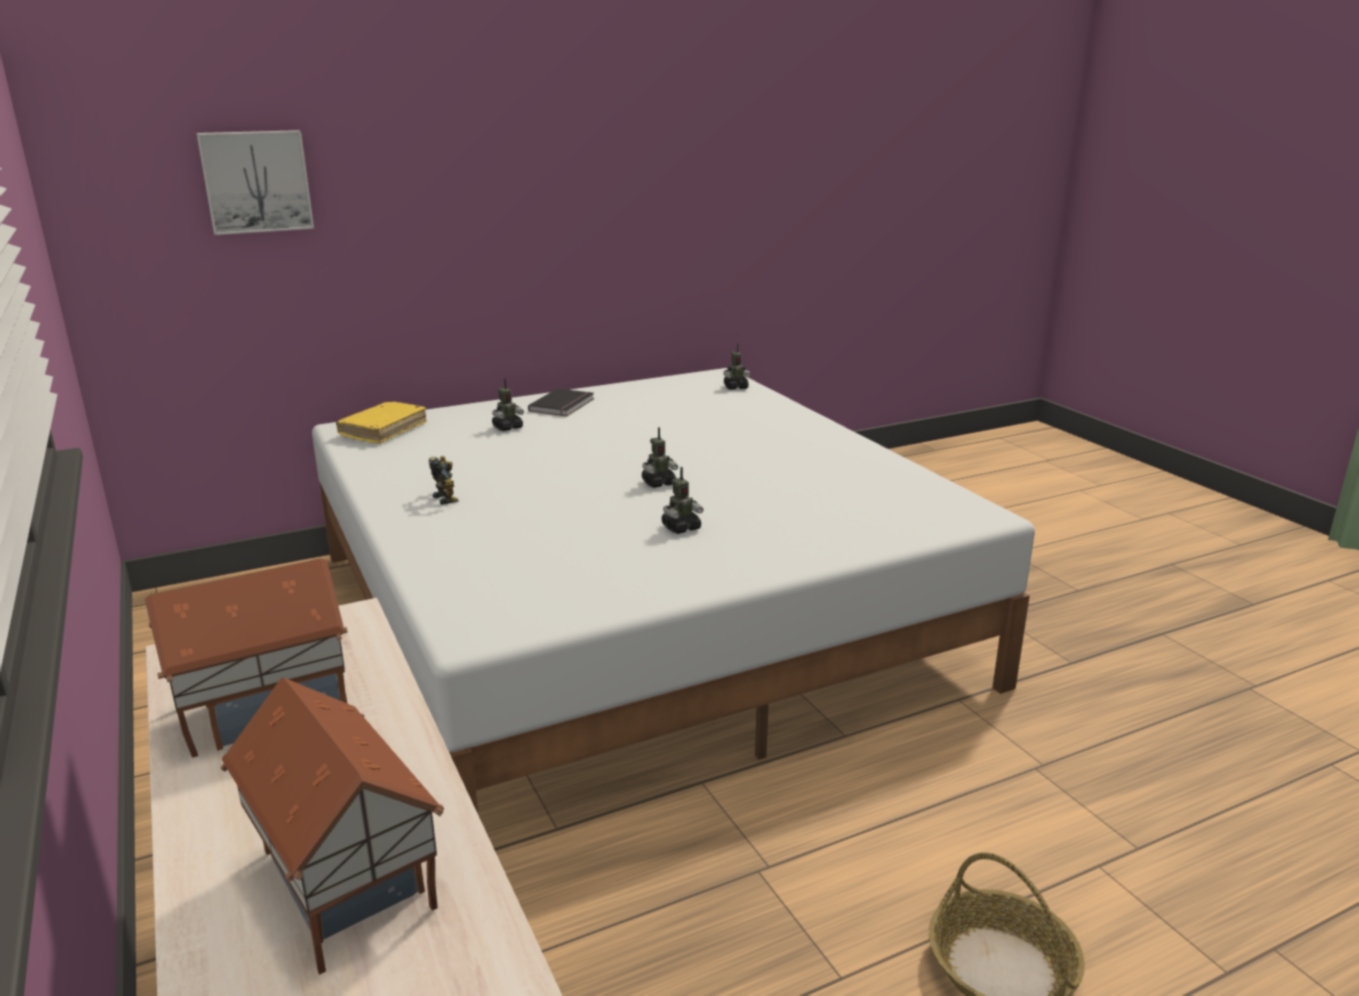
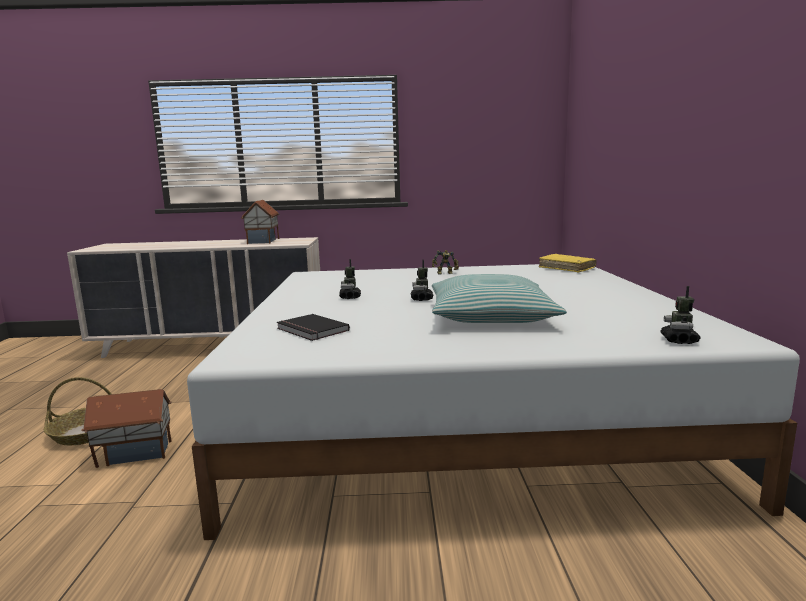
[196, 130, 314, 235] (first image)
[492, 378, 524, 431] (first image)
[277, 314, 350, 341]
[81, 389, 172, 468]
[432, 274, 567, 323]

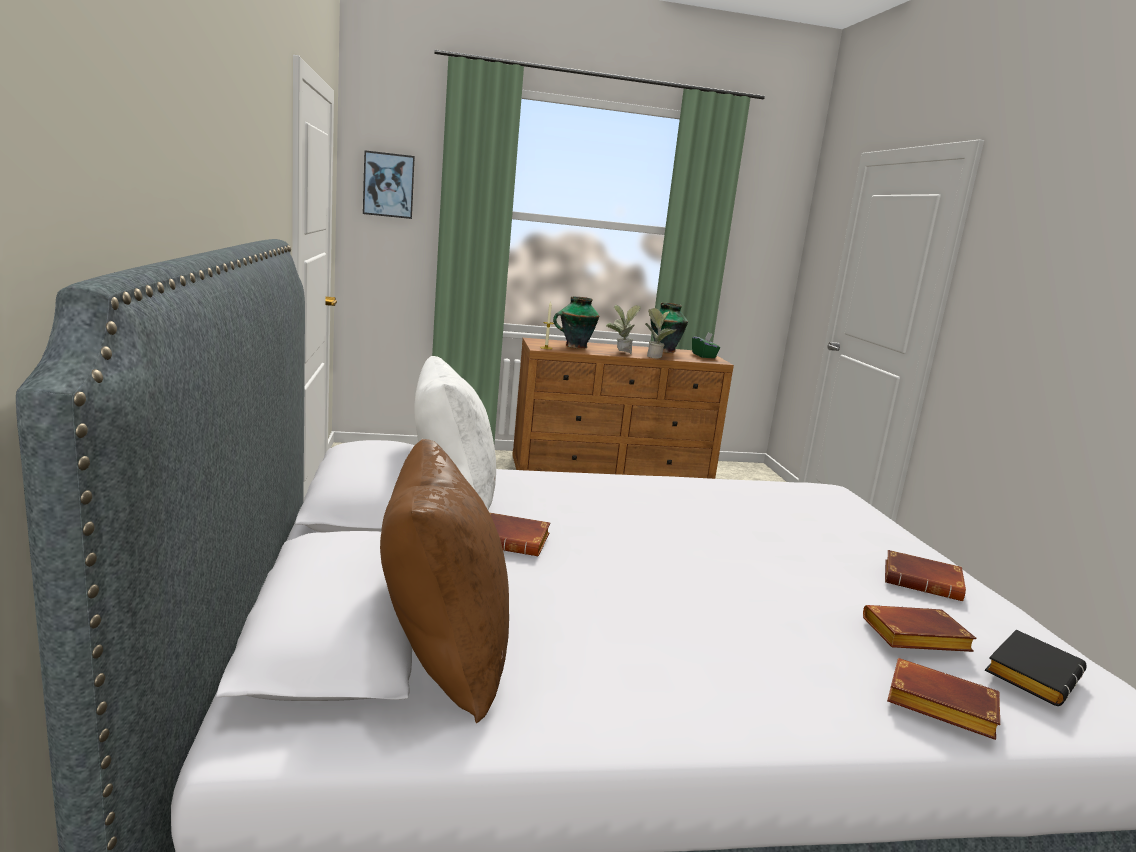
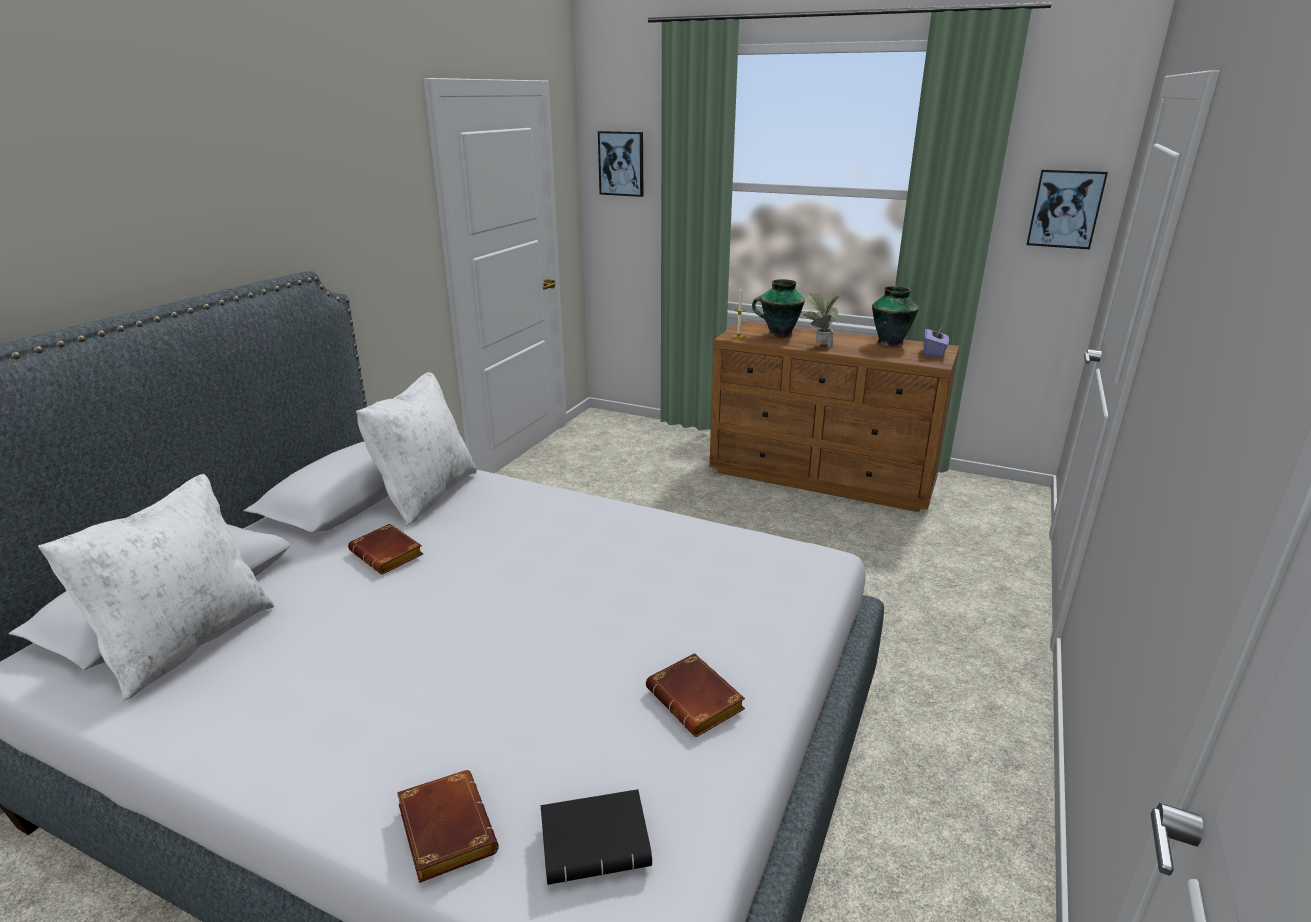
[645, 308, 676, 359] (first image)
[923, 327, 949, 358]
[38, 474, 274, 701]
[863, 605, 977, 652] (first image)
[1026, 169, 1108, 249]

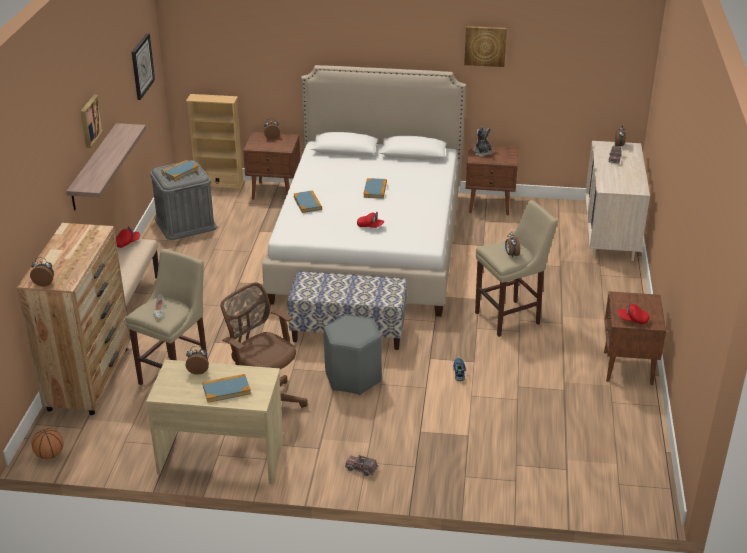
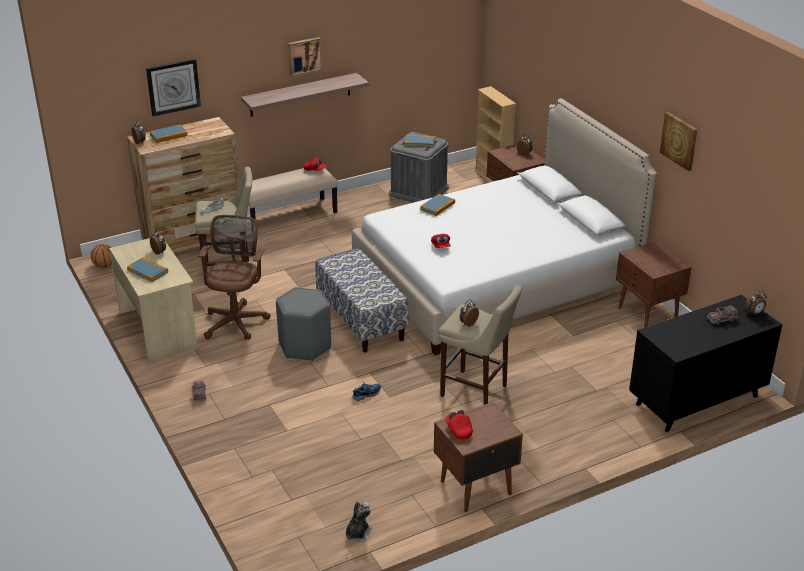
[146, 59, 201, 116]
[345, 501, 372, 542]
[629, 295, 782, 432]
[149, 125, 188, 143]

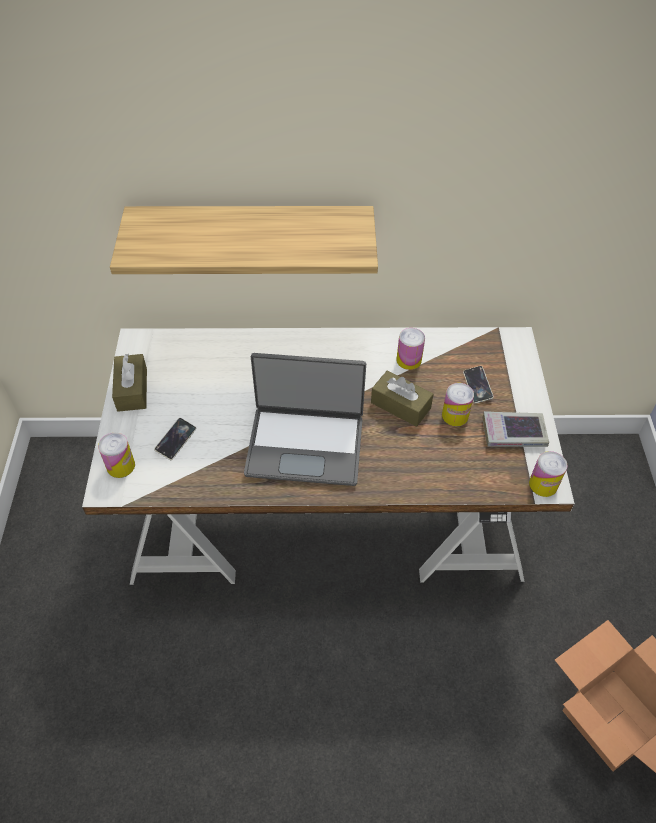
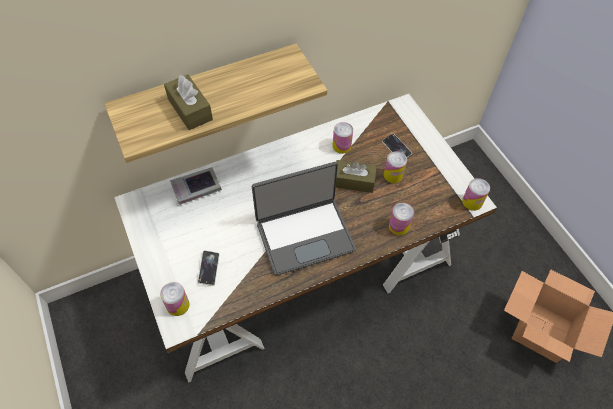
[164, 74, 213, 130]
[170, 167, 222, 205]
[389, 203, 414, 236]

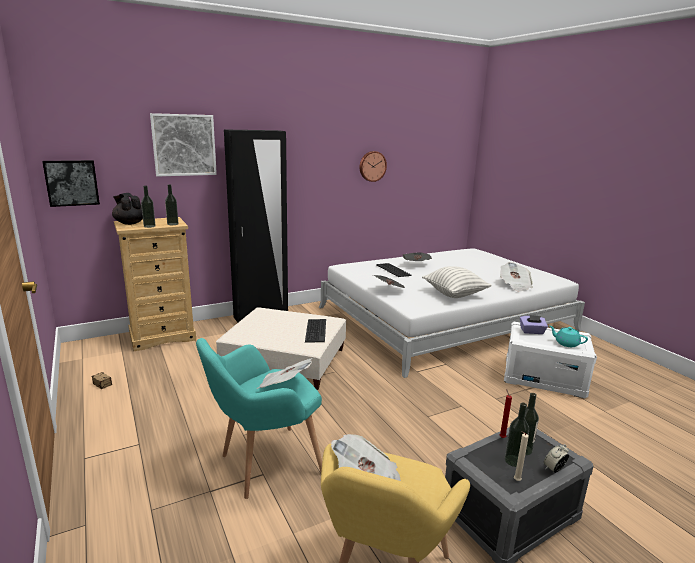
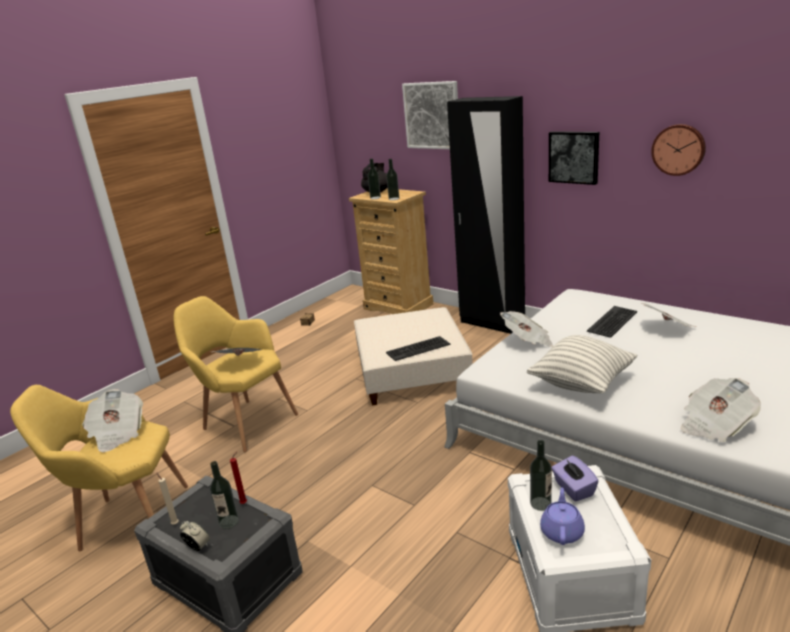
[549, 131, 599, 185]
[540, 488, 585, 545]
[174, 296, 298, 452]
[530, 440, 552, 511]

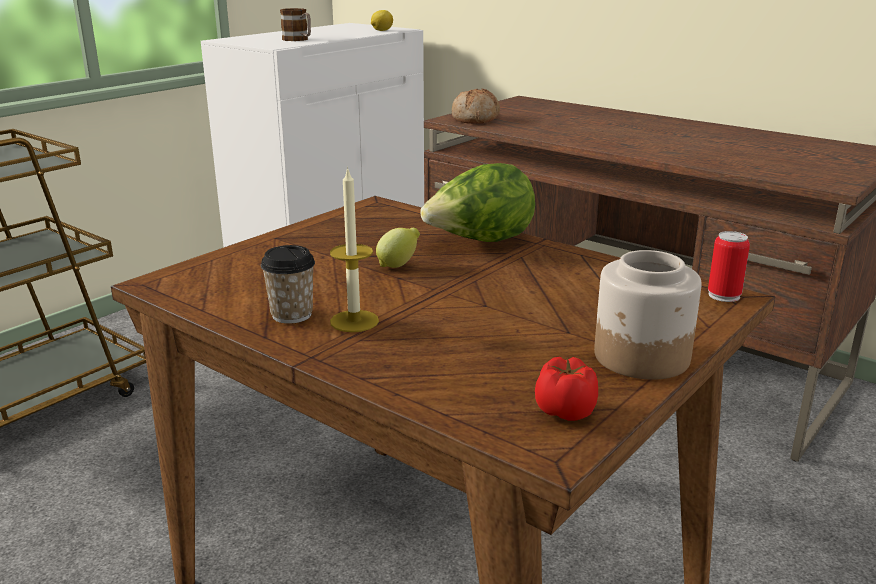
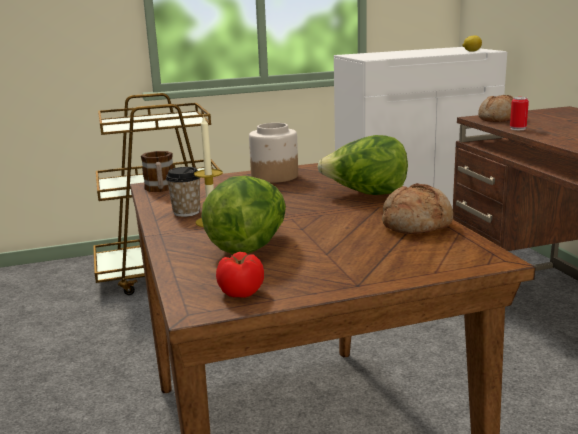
[141, 151, 174, 192]
[376, 228, 420, 268] (first image)
[510, 97, 529, 130]
[249, 123, 298, 183]
[201, 176, 286, 254]
[382, 183, 453, 234]

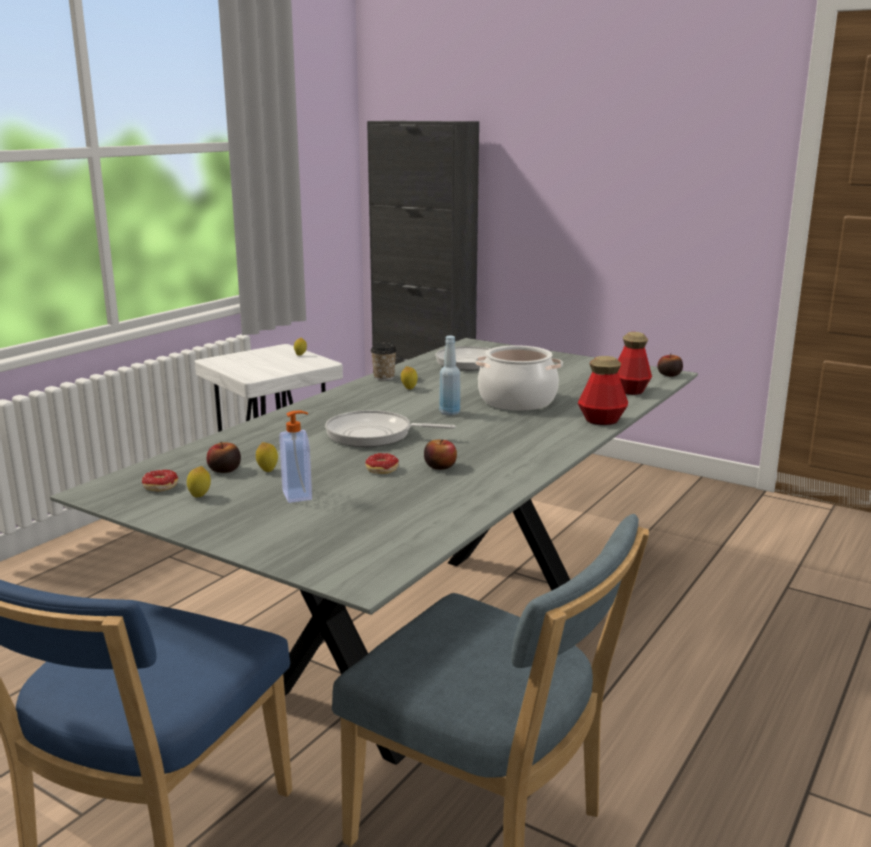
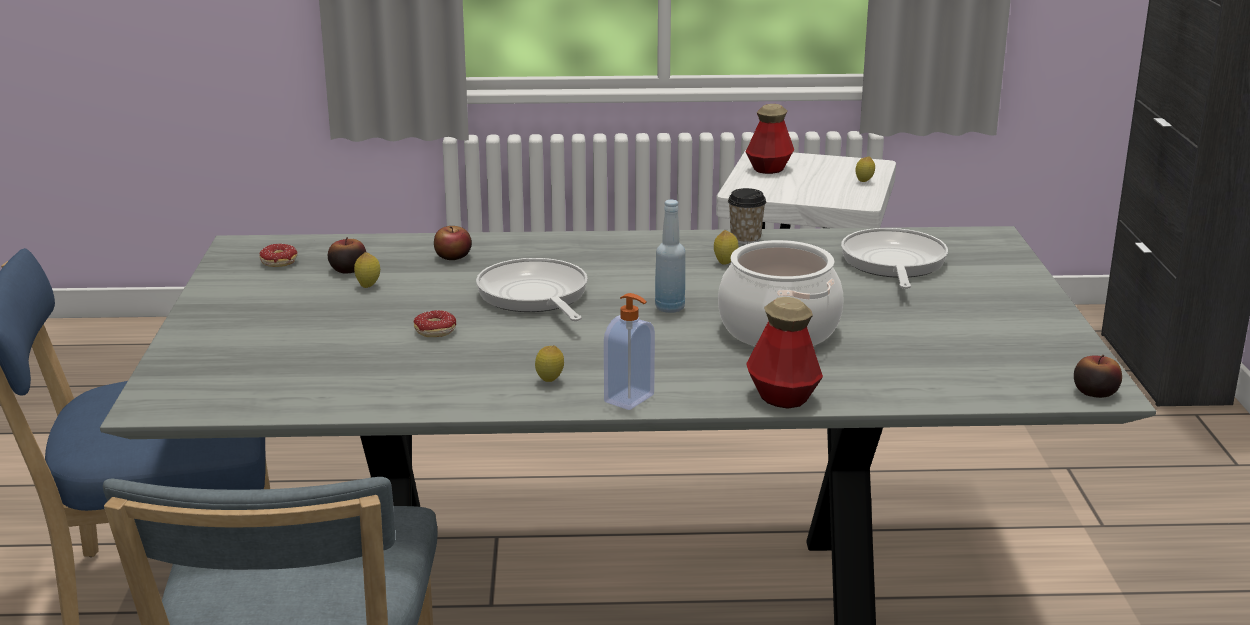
[746, 104, 794, 174]
[604, 293, 655, 410]
[434, 226, 472, 260]
[535, 345, 564, 382]

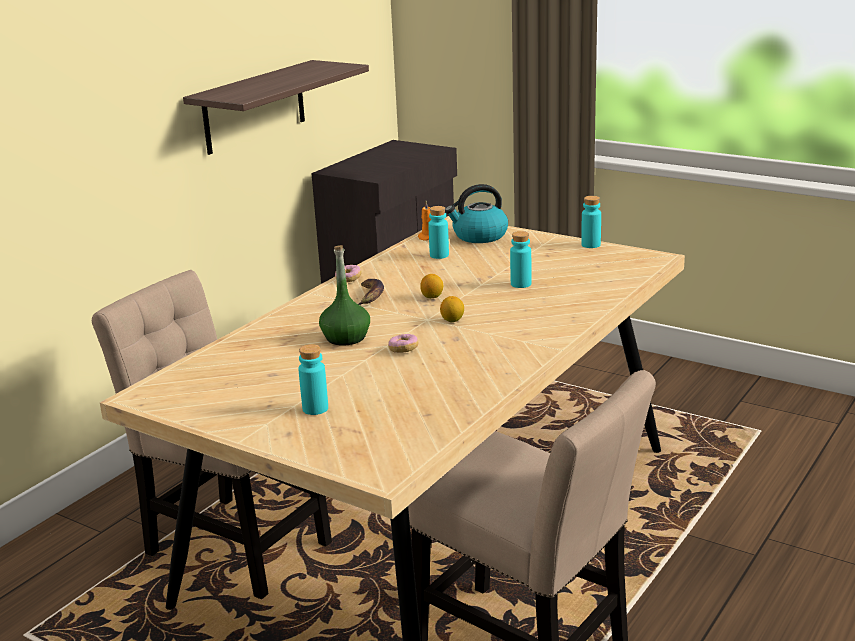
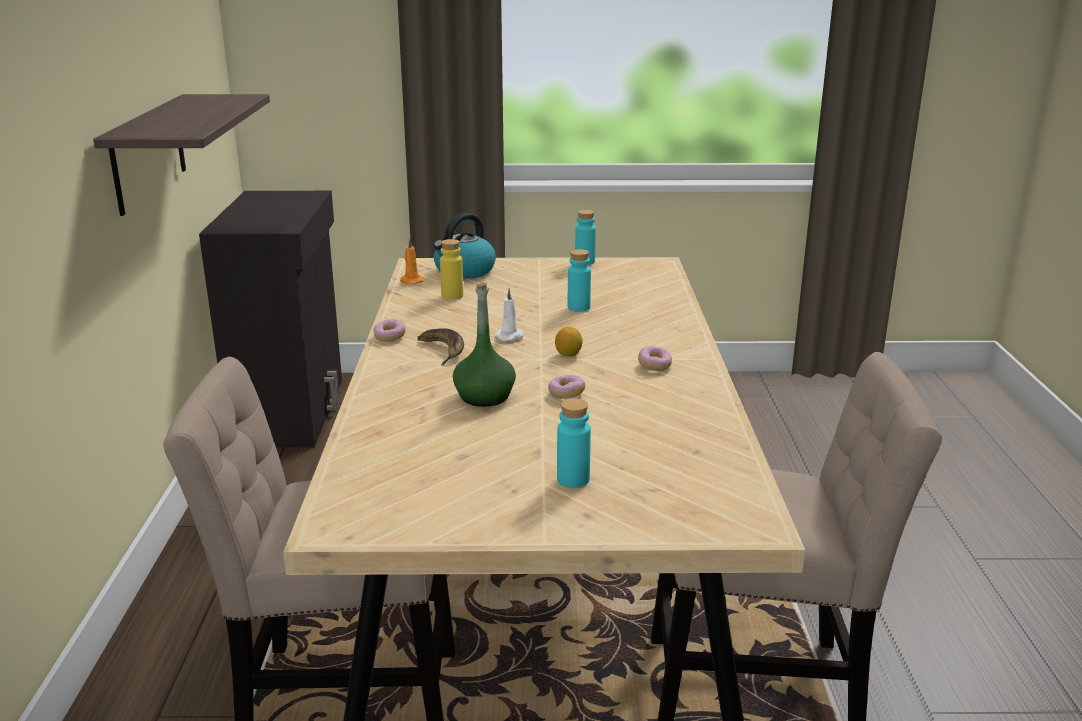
[440, 239, 463, 300]
[495, 288, 525, 341]
[638, 346, 672, 371]

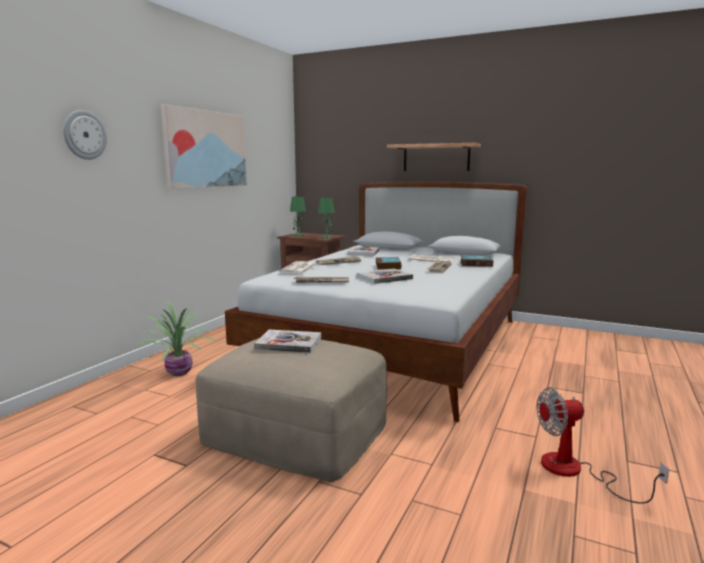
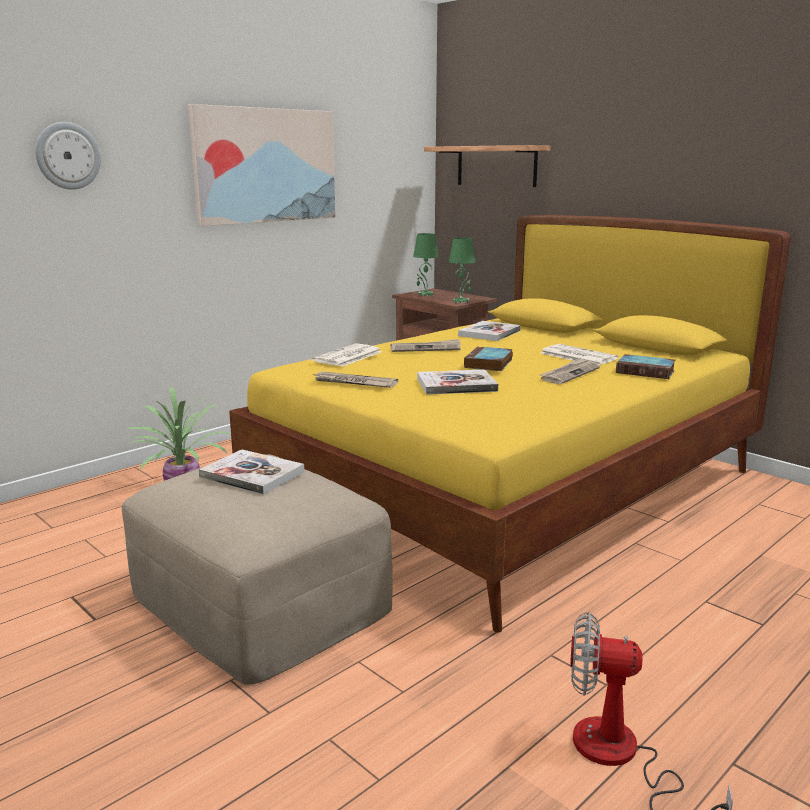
[424, 145, 550, 187]
[229, 215, 791, 633]

